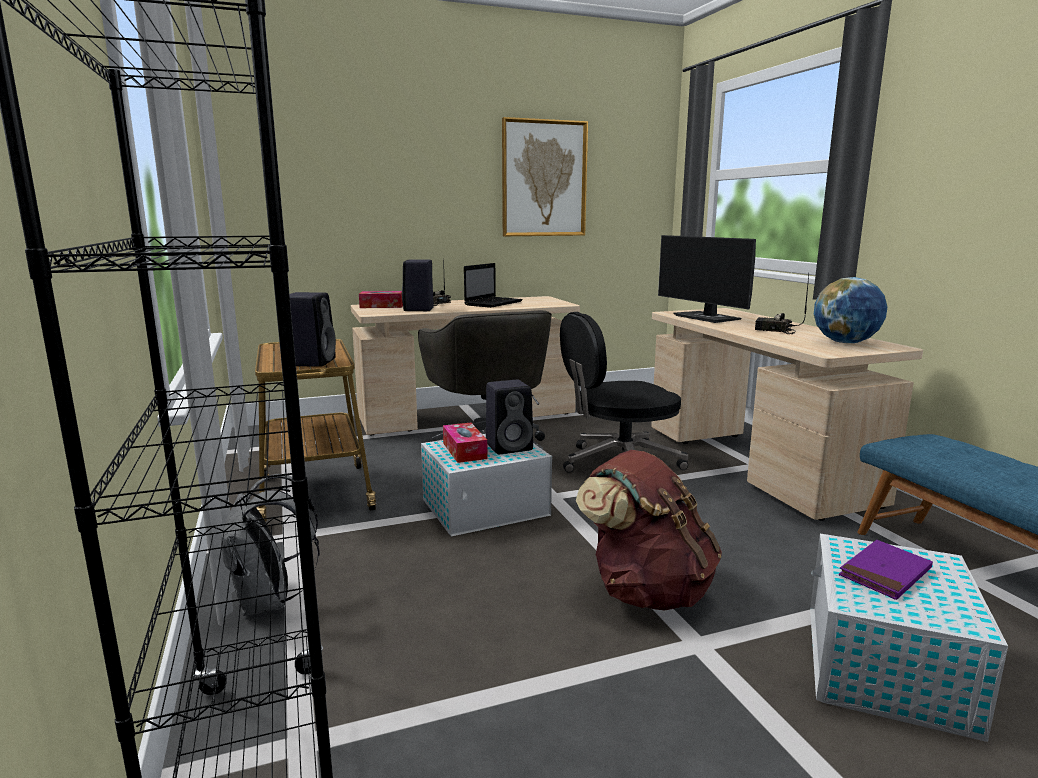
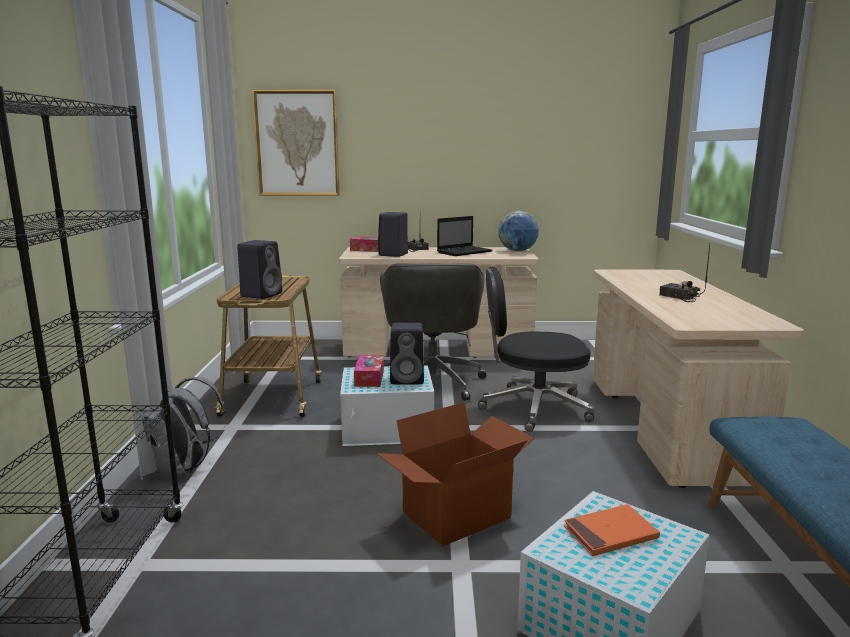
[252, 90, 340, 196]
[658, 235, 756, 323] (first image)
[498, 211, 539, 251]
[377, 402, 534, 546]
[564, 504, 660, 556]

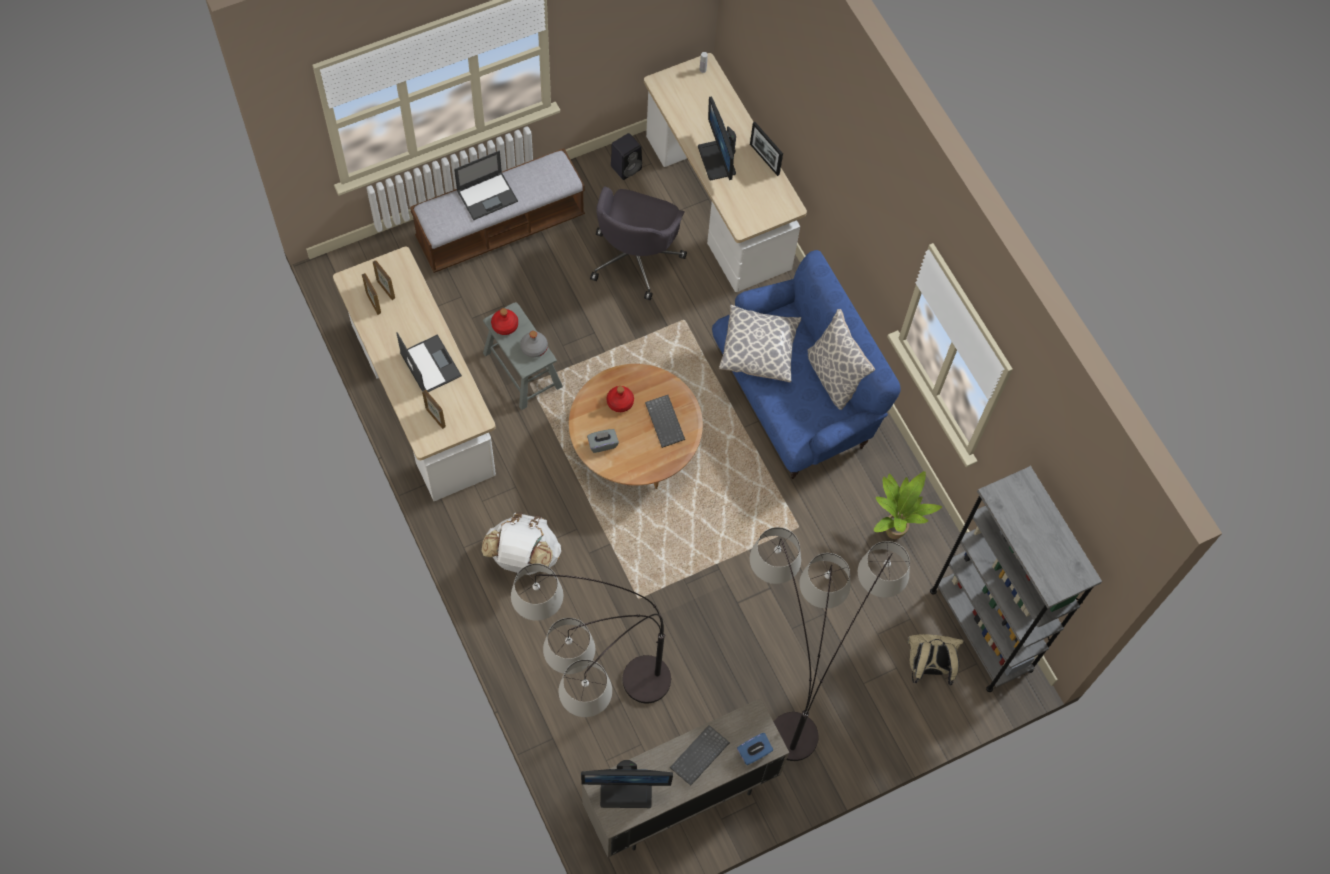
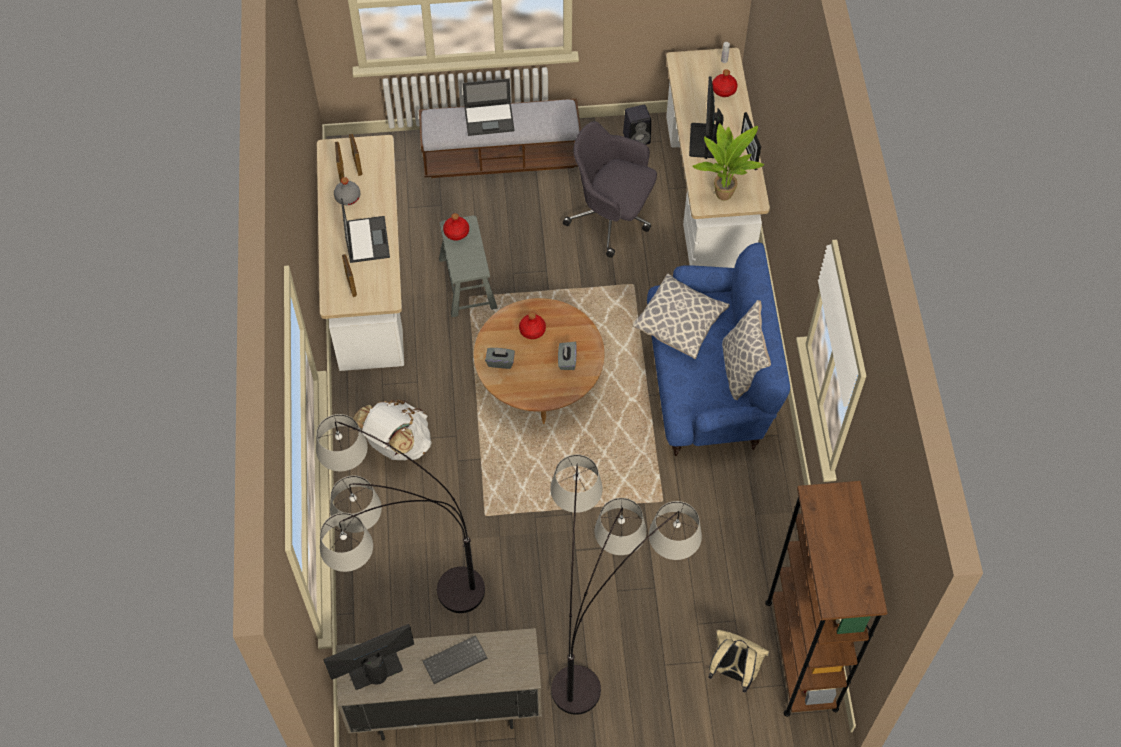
[563, 121, 657, 258]
[334, 177, 360, 205]
[558, 342, 577, 370]
[765, 481, 888, 717]
[692, 123, 765, 201]
[737, 733, 773, 765] (first image)
[324, 624, 414, 690]
[712, 69, 737, 97]

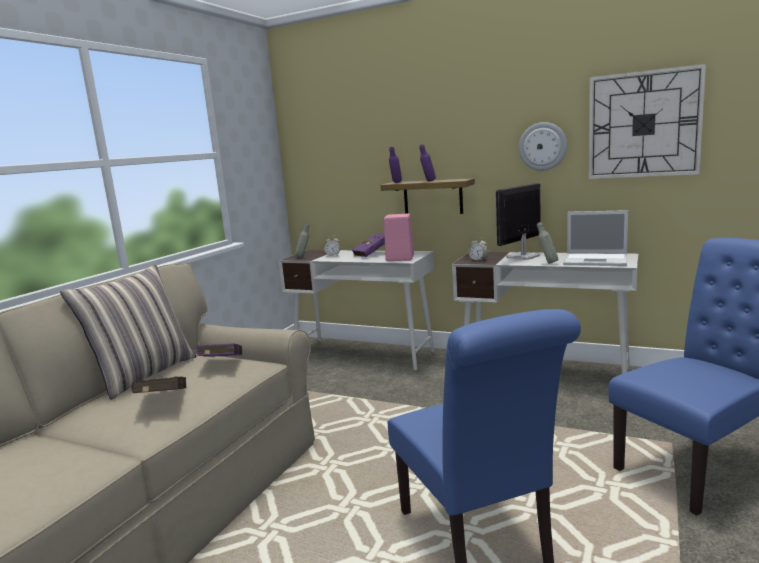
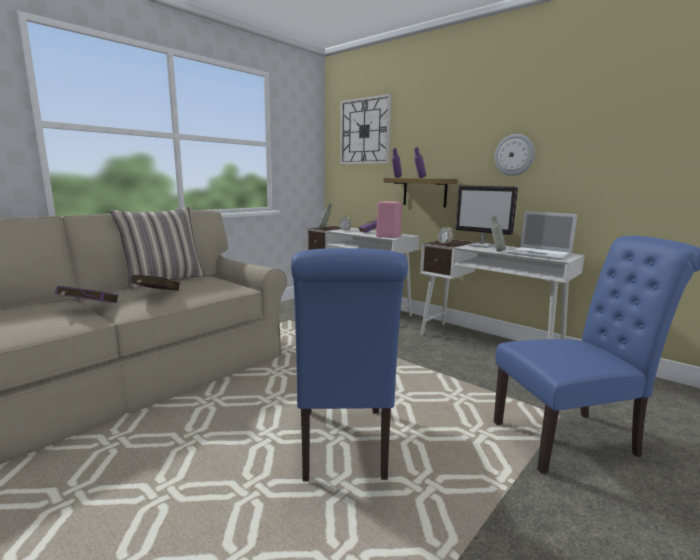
[340, 94, 392, 164]
[455, 185, 518, 248]
[55, 286, 119, 303]

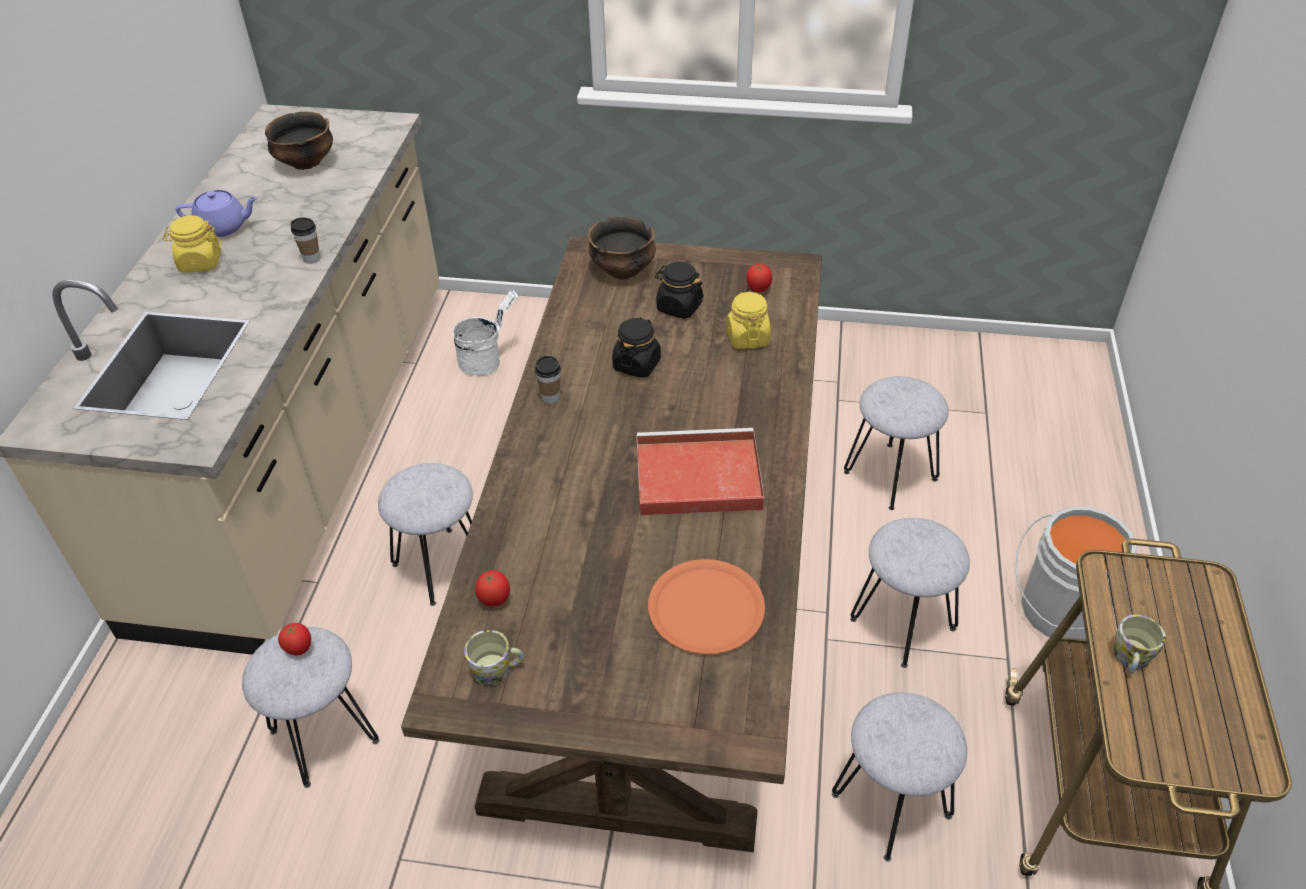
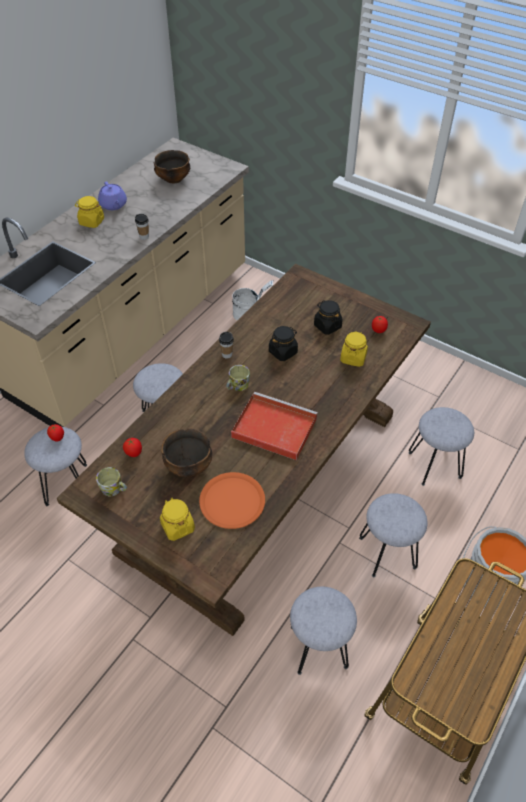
[98, 181, 127, 210]
[161, 428, 212, 477]
[226, 365, 250, 391]
[160, 498, 195, 541]

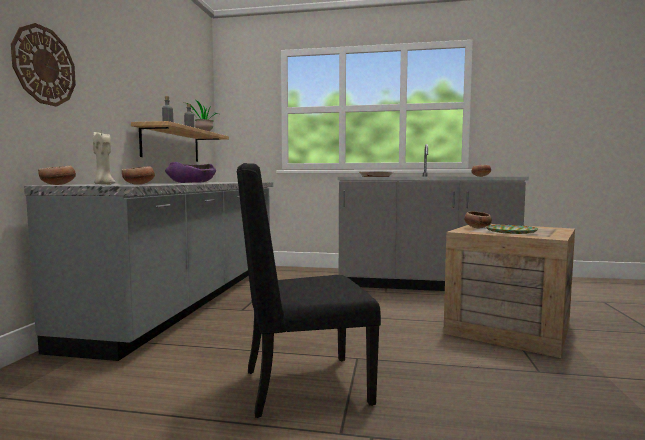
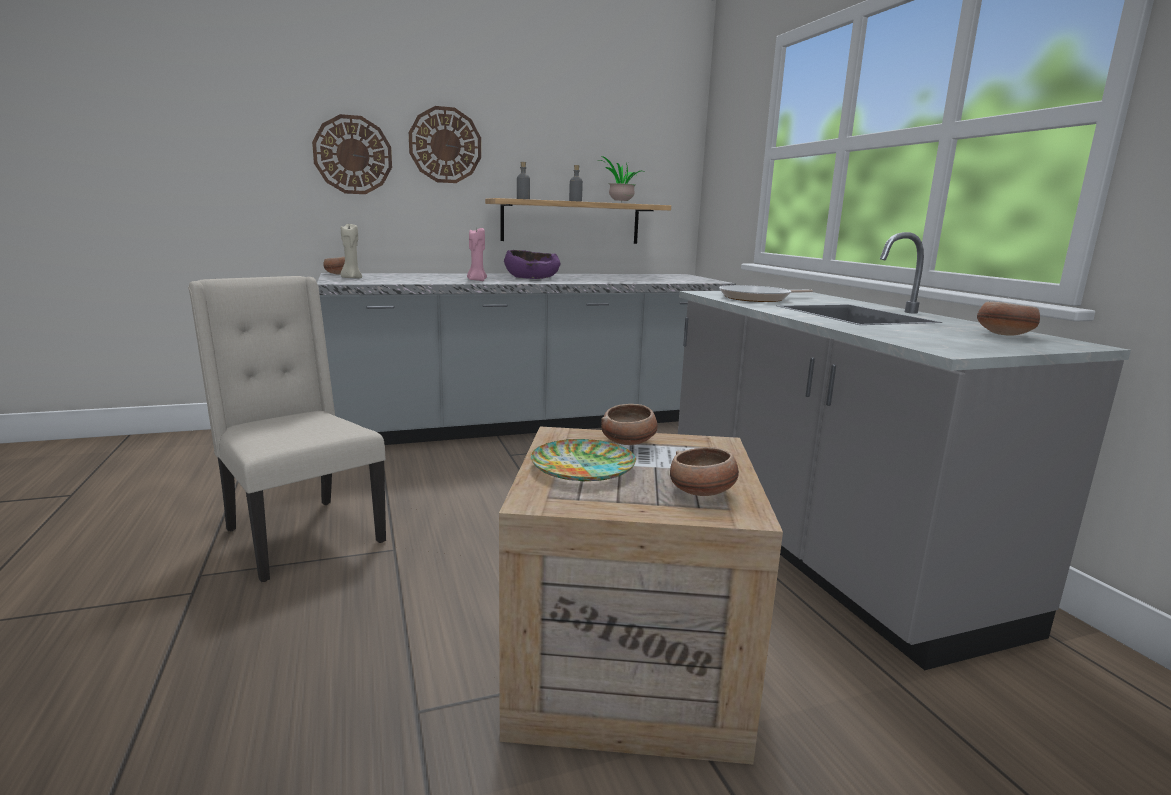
[188, 276, 386, 582]
[670, 447, 739, 496]
[409, 106, 481, 183]
[467, 228, 487, 281]

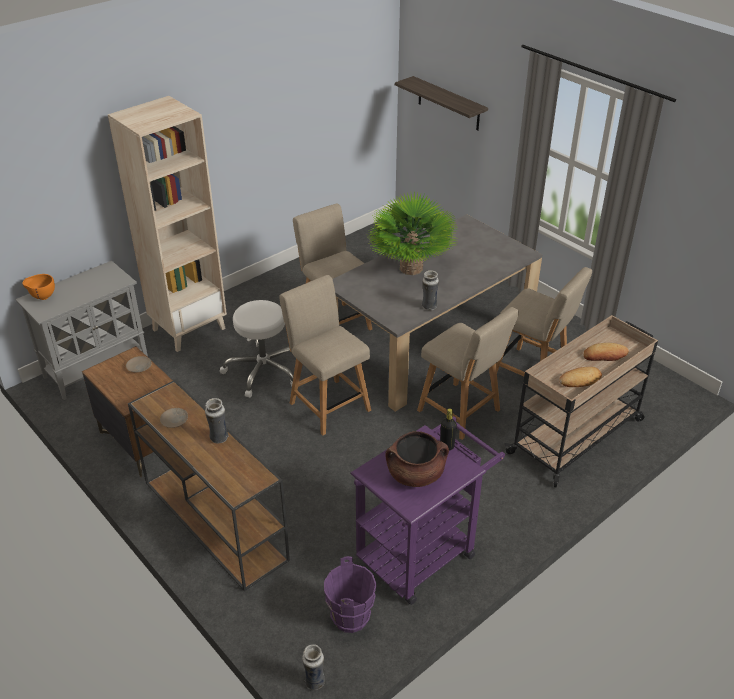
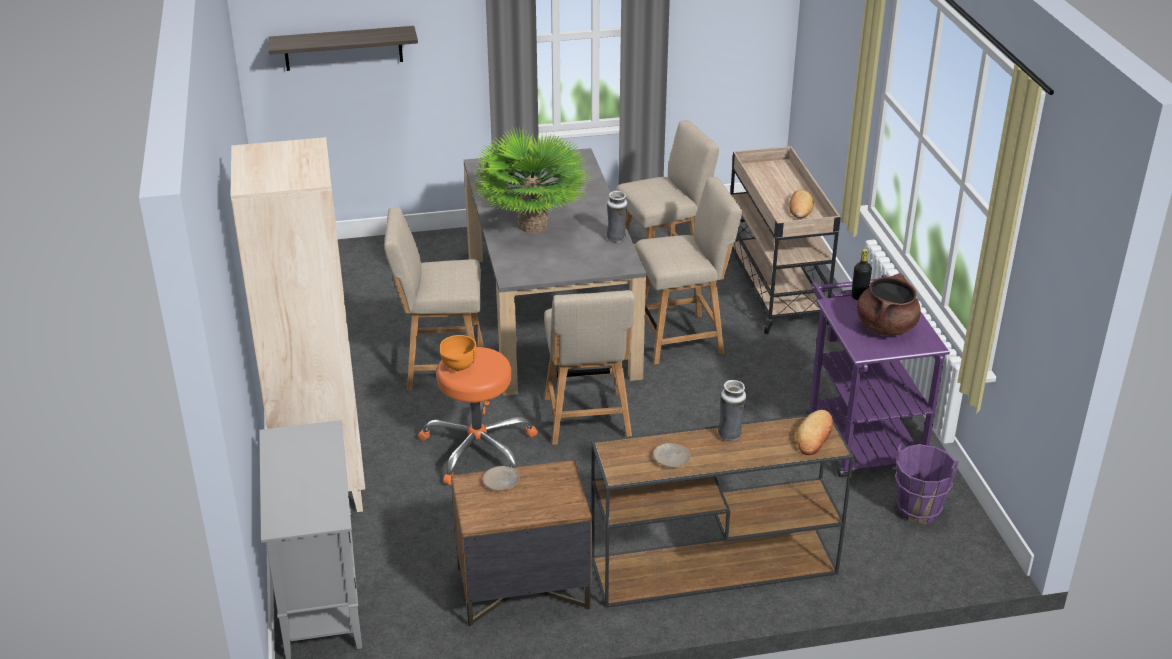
[440, 335, 477, 371]
[544, 290, 635, 445]
[418, 347, 538, 485]
[796, 410, 833, 455]
[302, 644, 325, 690] (first image)

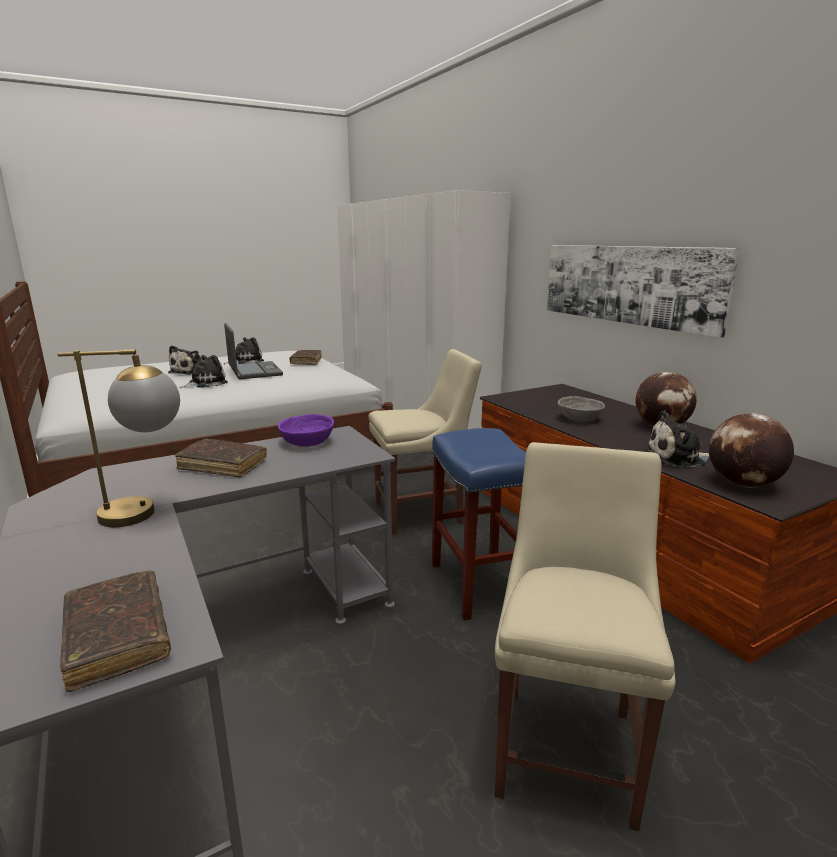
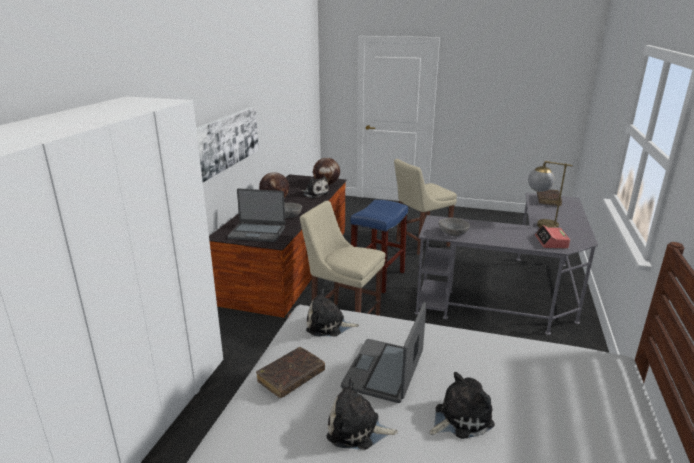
[306, 288, 359, 336]
[439, 218, 470, 236]
[175, 439, 267, 478] (first image)
[227, 189, 285, 242]
[535, 225, 570, 249]

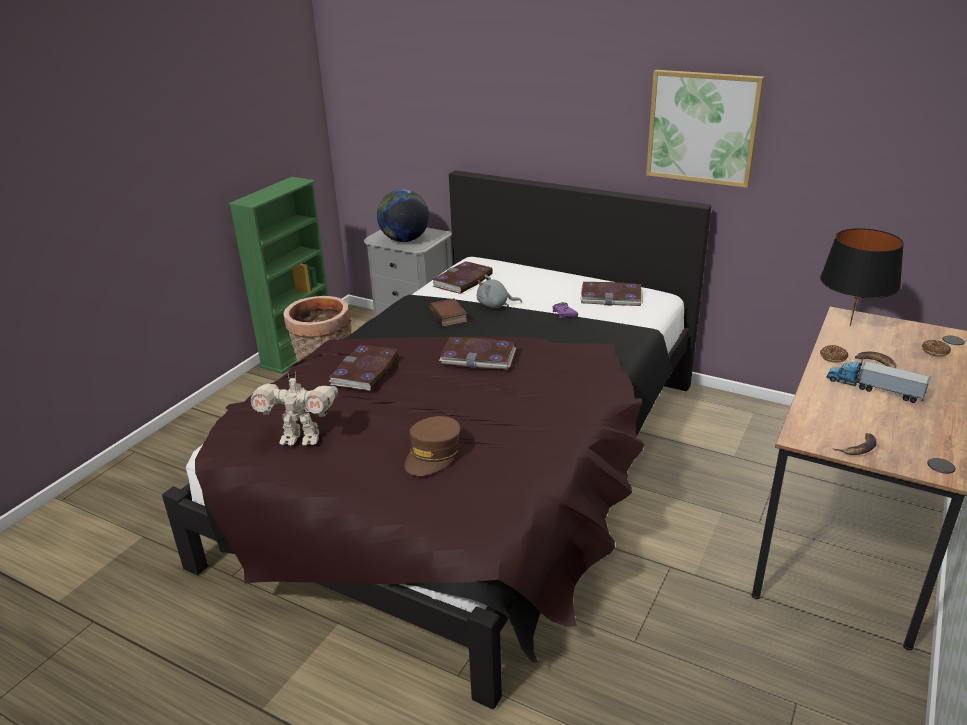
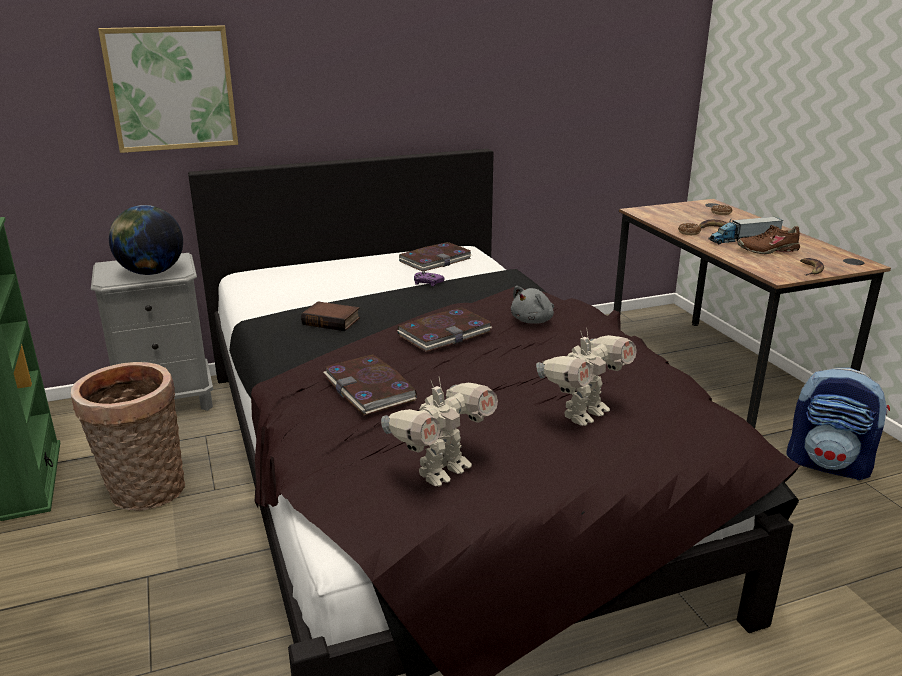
[98, 25, 238, 153]
[820, 228, 904, 326] (first image)
[432, 261, 493, 294] (first image)
[511, 286, 554, 324]
[536, 328, 637, 426]
[737, 225, 800, 254]
[786, 368, 890, 480]

